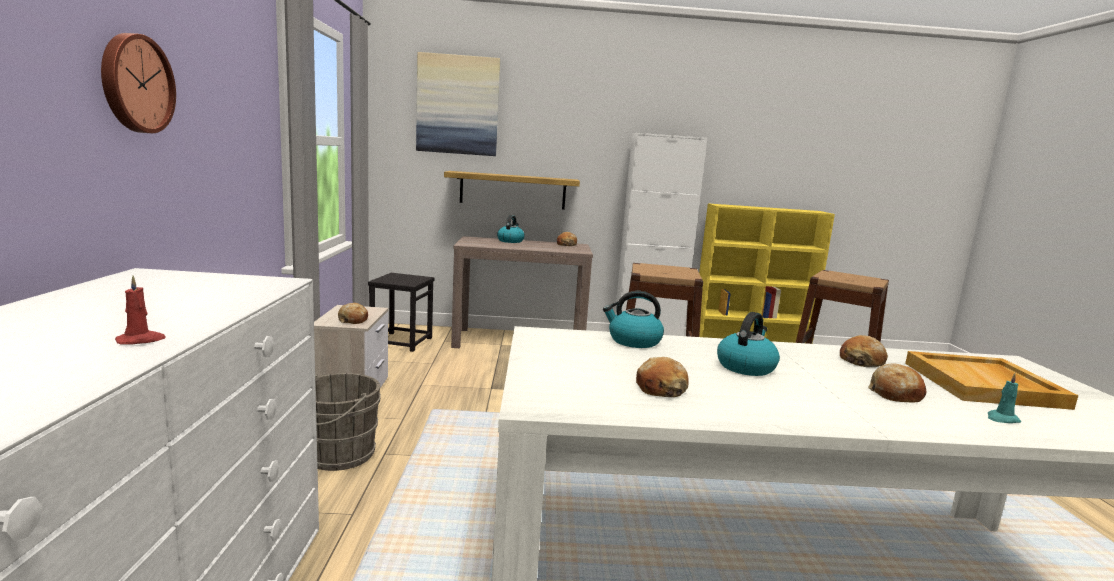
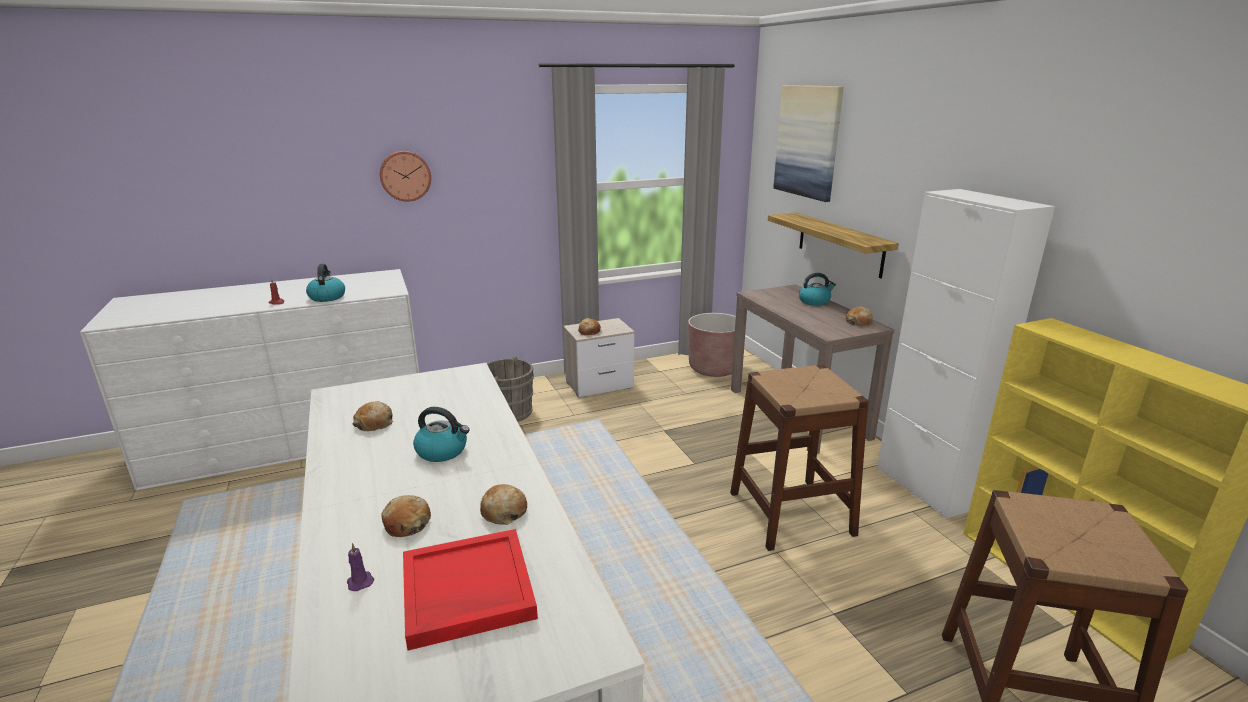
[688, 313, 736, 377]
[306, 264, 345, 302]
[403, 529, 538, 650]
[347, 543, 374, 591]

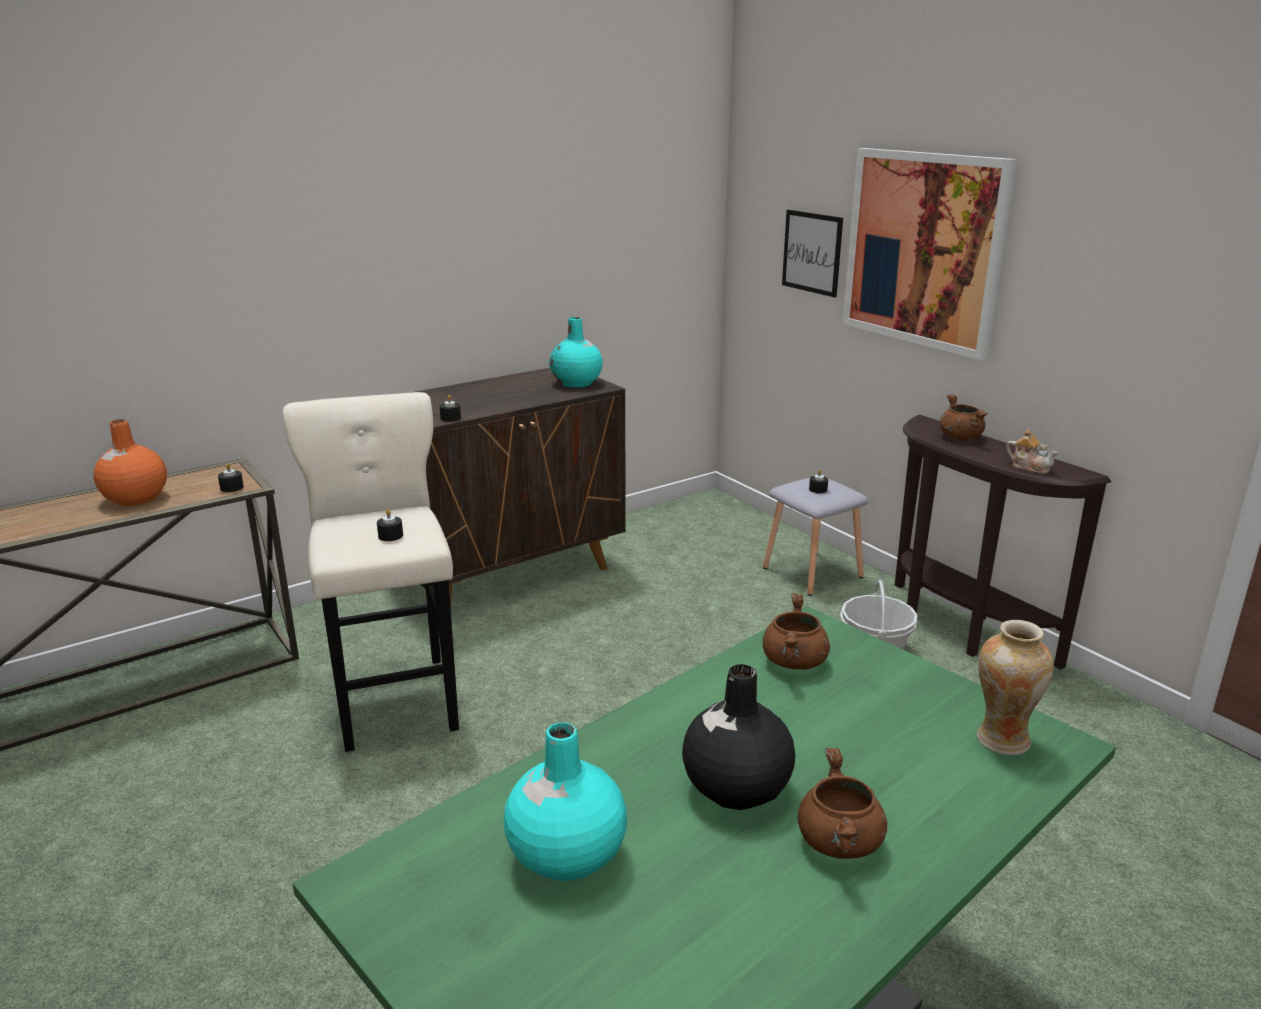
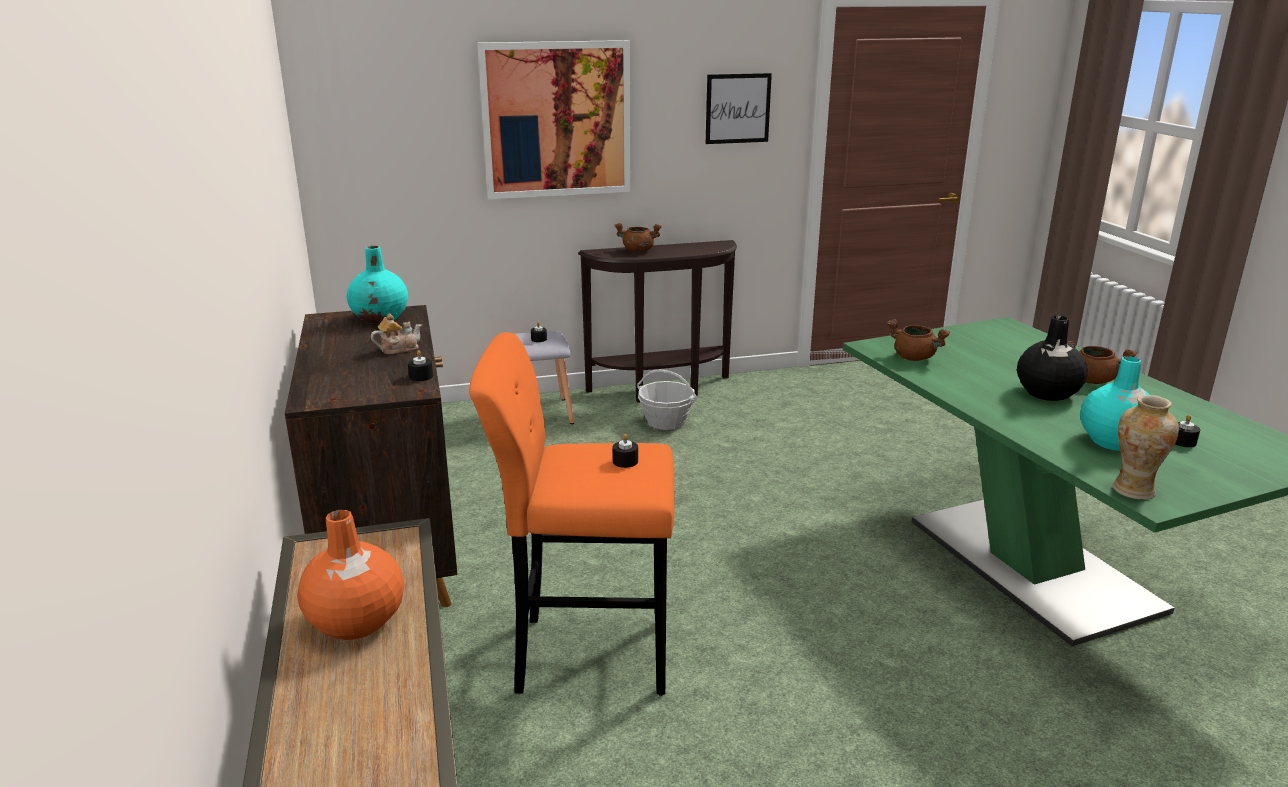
[1175, 415, 1200, 447]
[469, 332, 674, 696]
[706, 73, 772, 144]
[1113, 395, 1179, 500]
[371, 314, 422, 354]

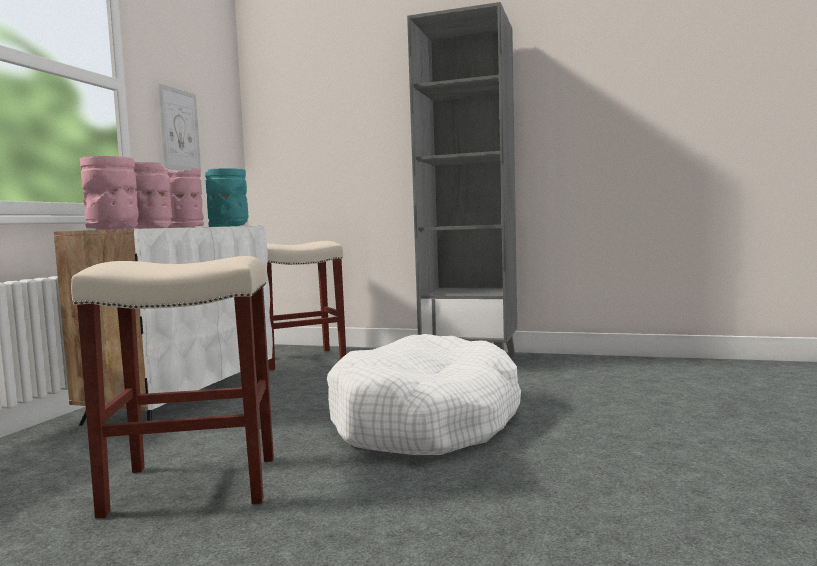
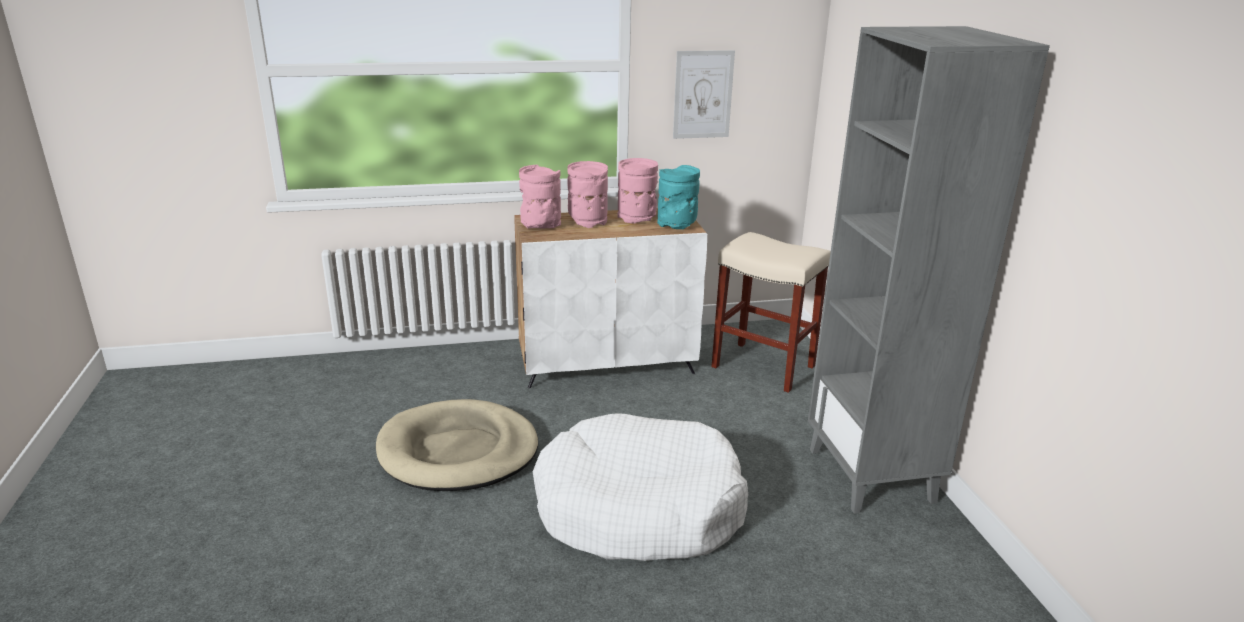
[376, 399, 538, 491]

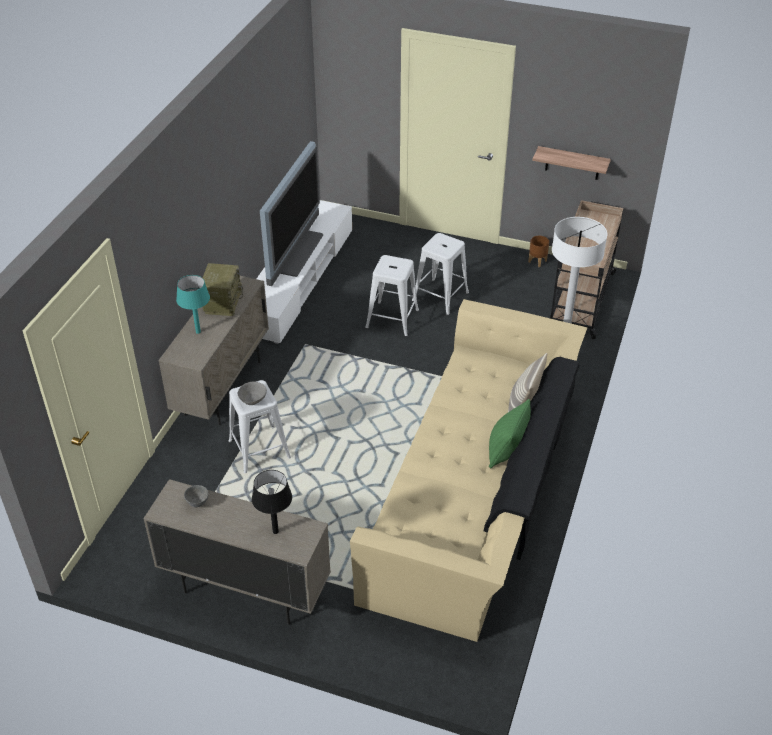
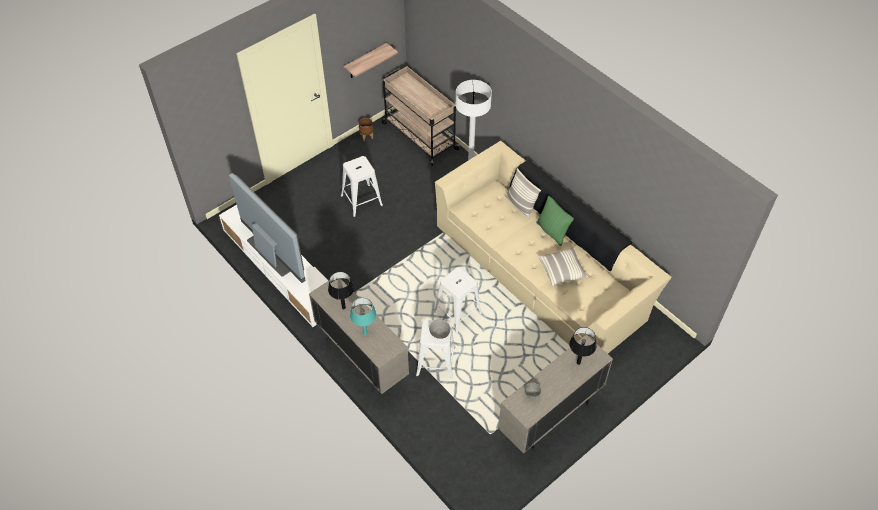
[328, 272, 354, 310]
[433, 267, 482, 333]
[538, 248, 588, 286]

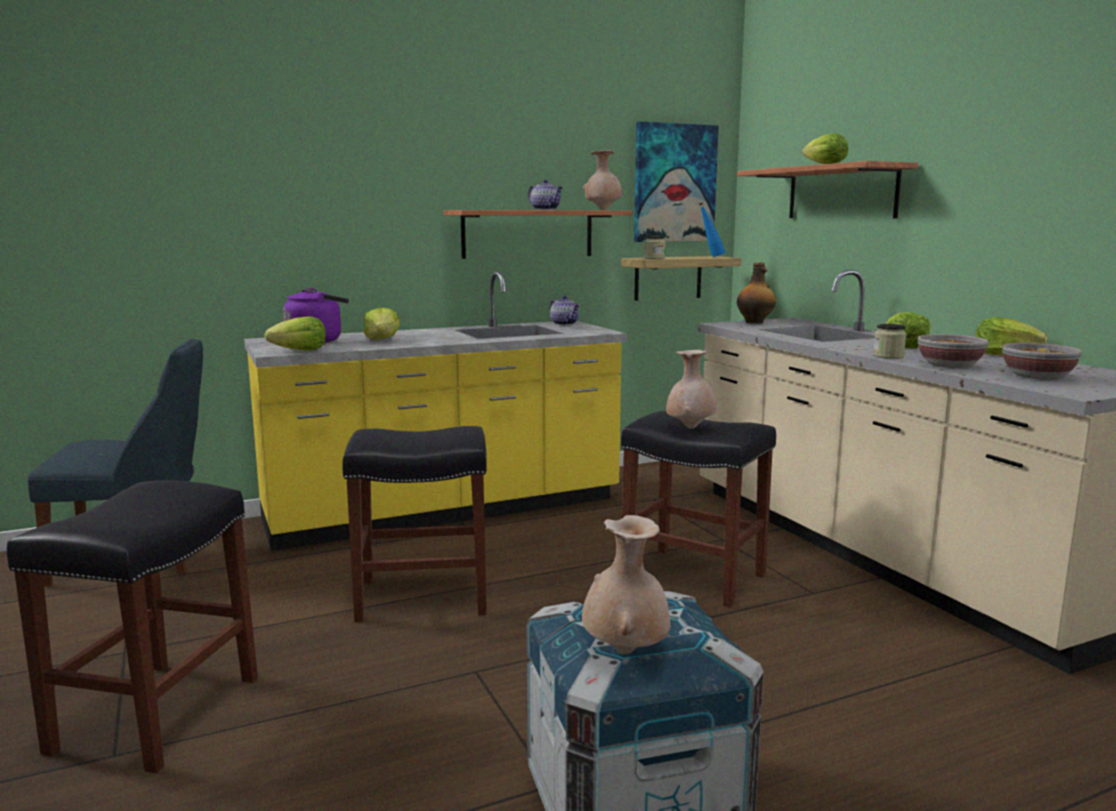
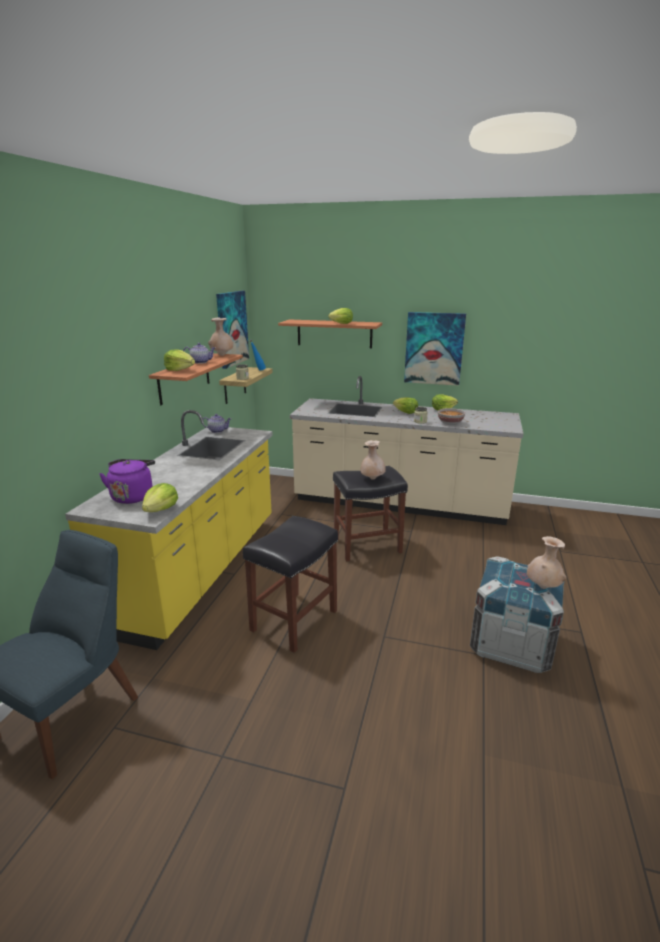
[7, 480, 258, 773] (first image)
[164, 349, 195, 371]
[737, 262, 776, 324] (first image)
[1003, 343, 1082, 380] (first image)
[404, 312, 466, 386]

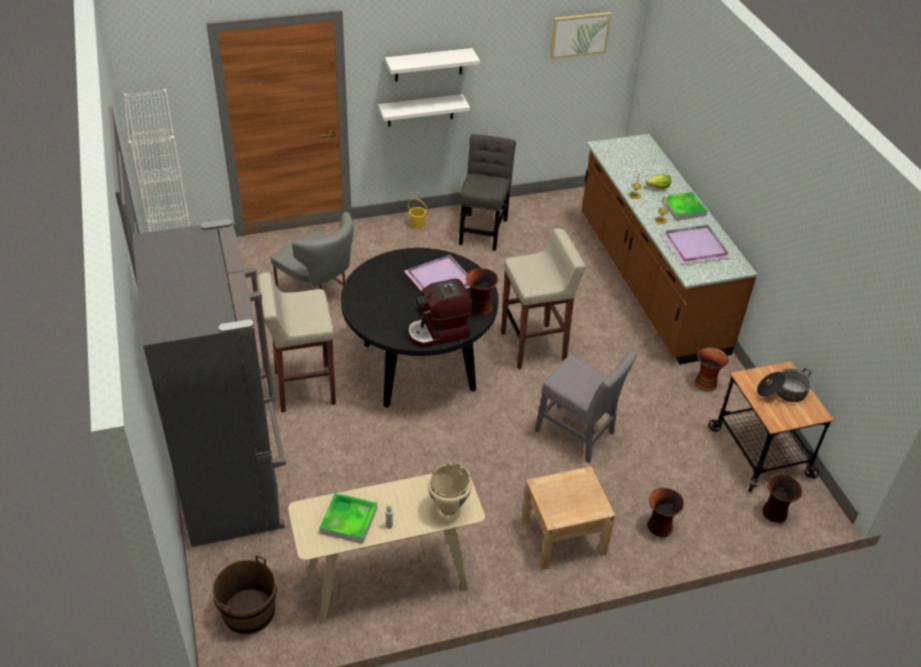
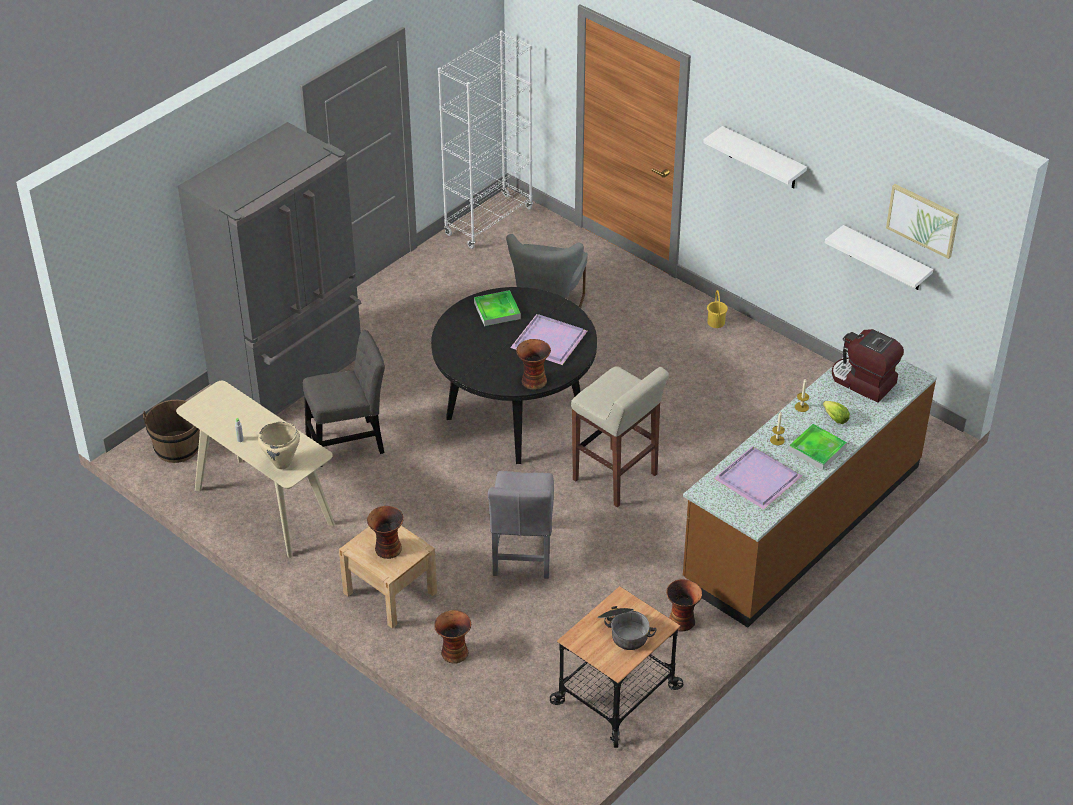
[258, 272, 336, 412] (first image)
[474, 290, 521, 326]
[825, 225, 933, 290]
[832, 329, 904, 403]
[303, 330, 385, 467]
[367, 506, 404, 559]

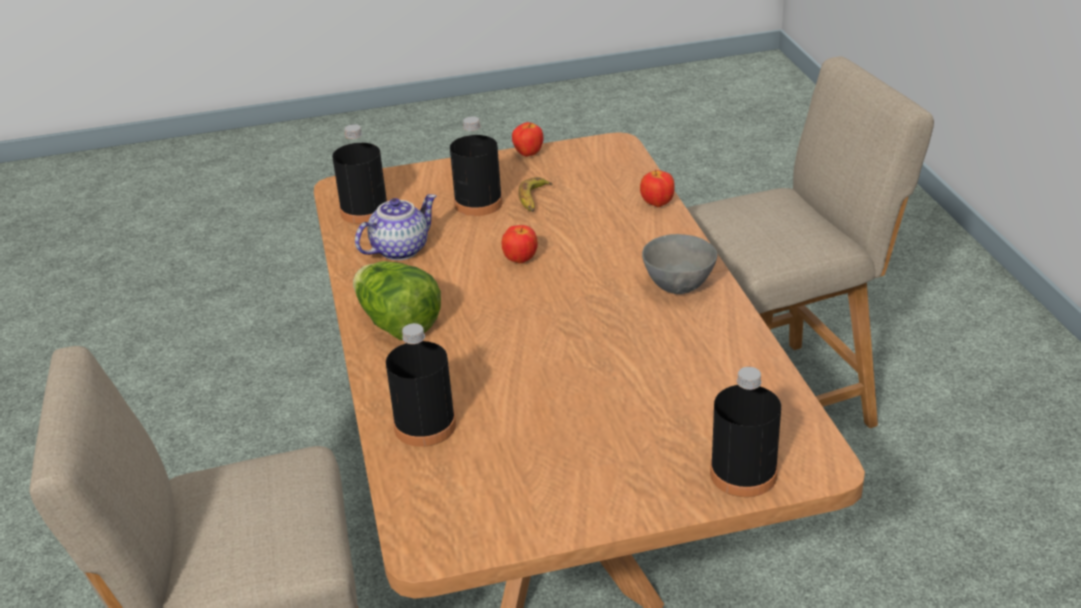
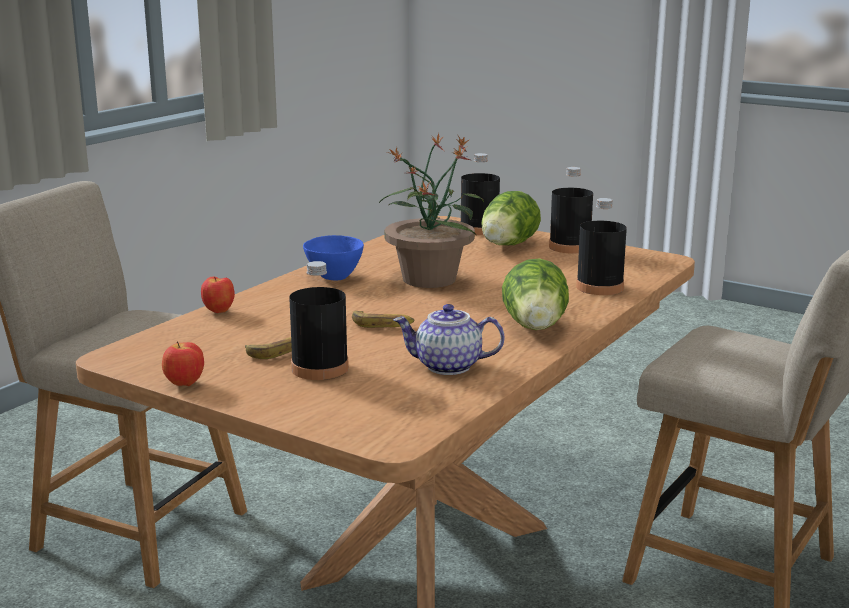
[549, 167, 593, 253]
[352, 311, 414, 328]
[303, 235, 364, 280]
[378, 133, 484, 288]
[481, 191, 541, 245]

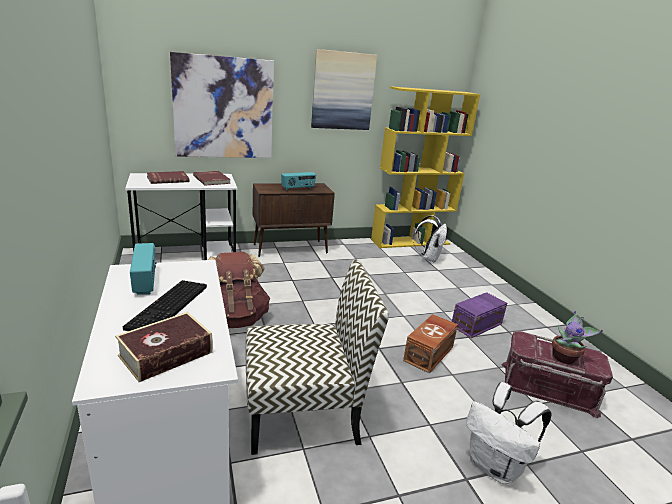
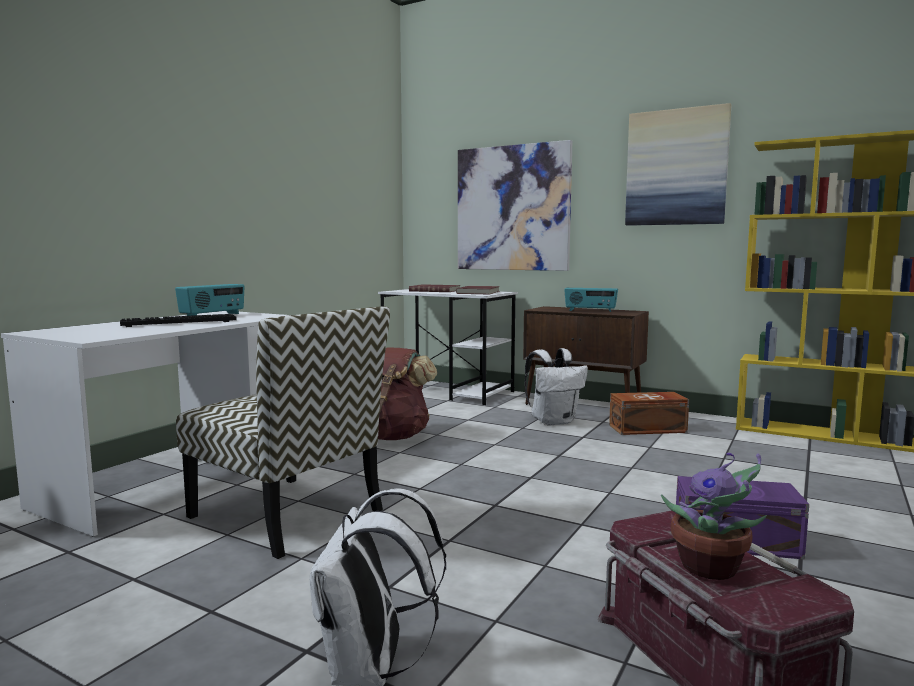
[115, 312, 213, 382] (first image)
[609, 392, 689, 435]
[525, 348, 588, 426]

